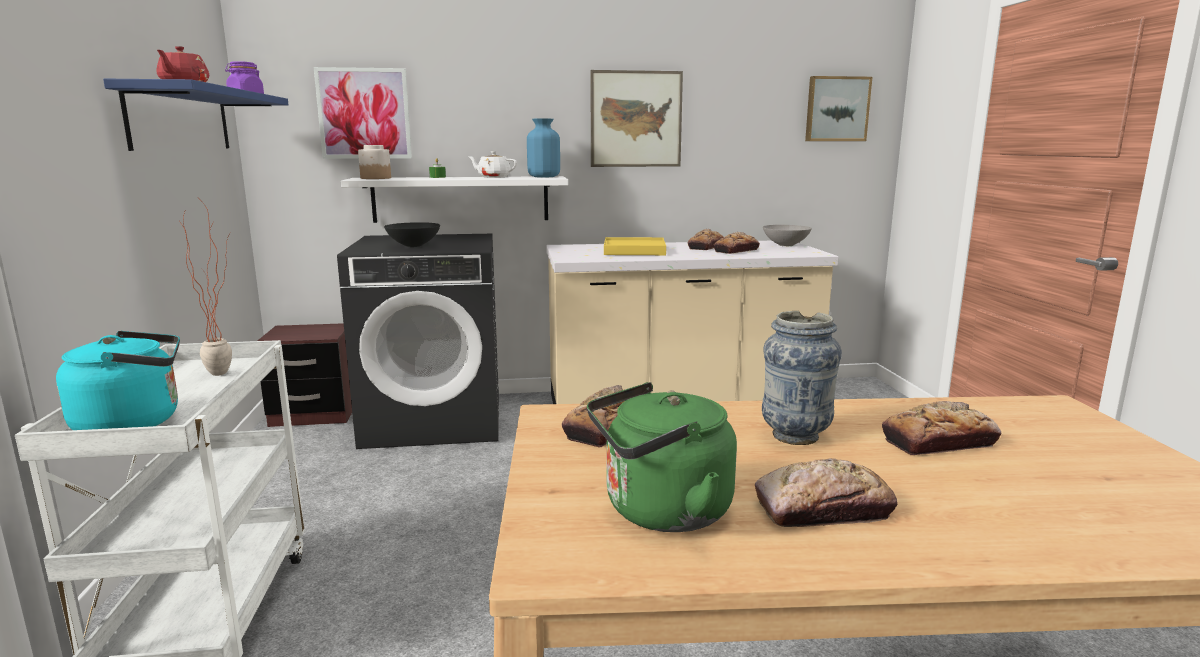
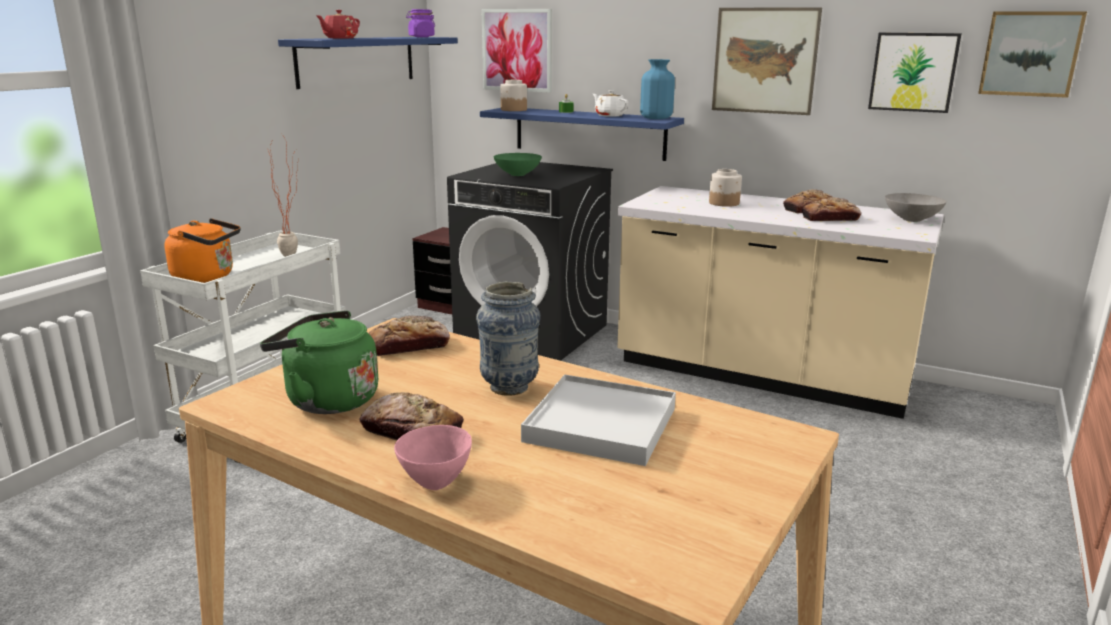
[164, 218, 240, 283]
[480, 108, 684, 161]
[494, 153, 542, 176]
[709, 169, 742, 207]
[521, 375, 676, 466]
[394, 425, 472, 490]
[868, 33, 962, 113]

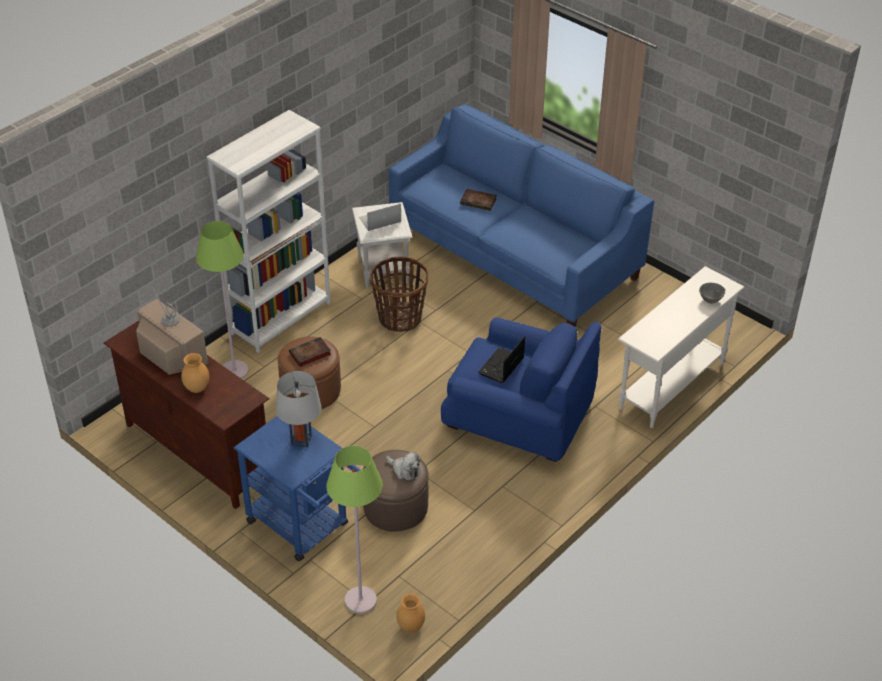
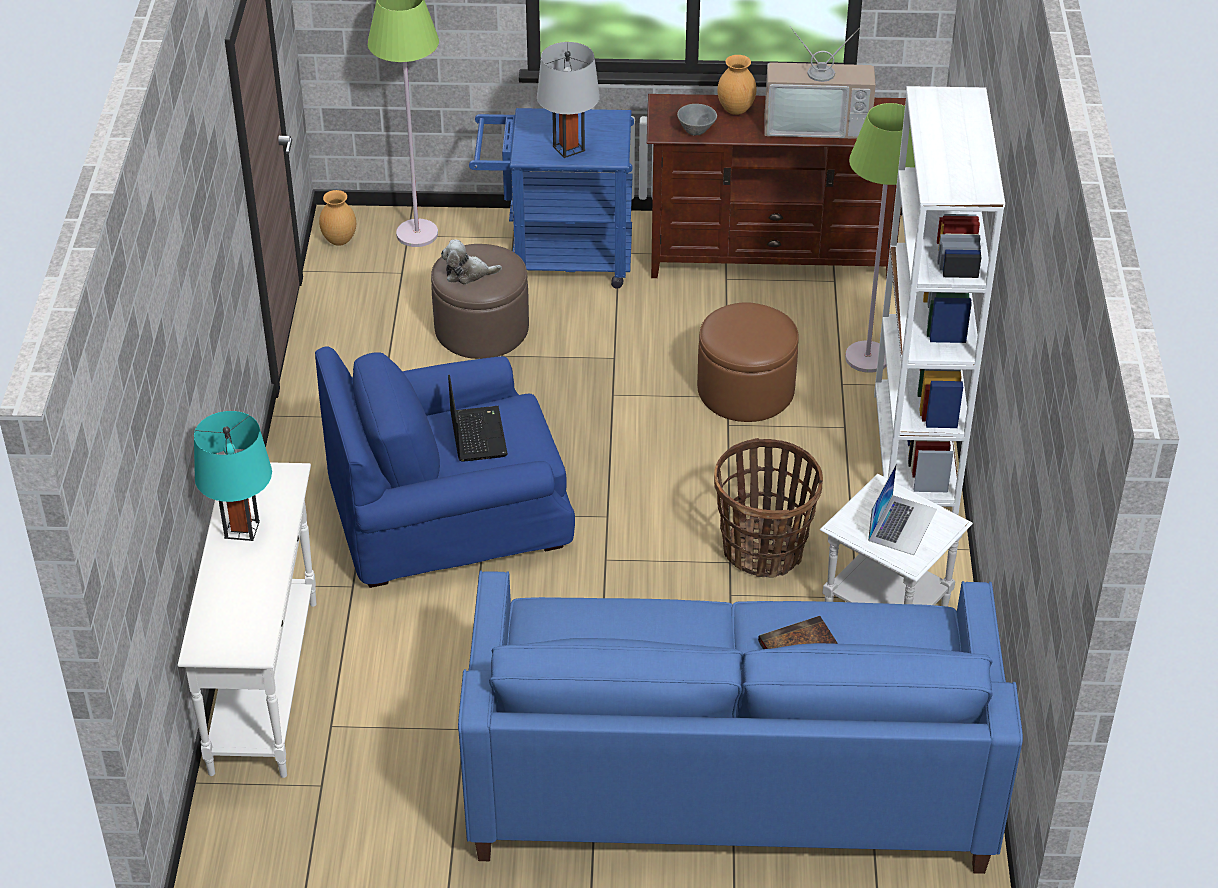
[289, 337, 331, 367] (first image)
[677, 104, 717, 135]
[194, 411, 272, 541]

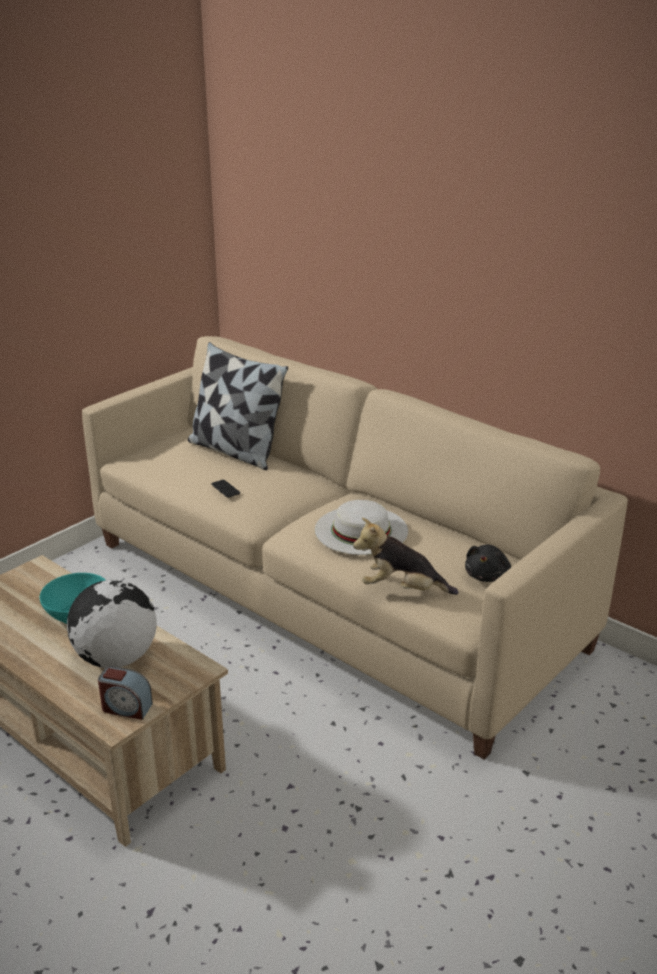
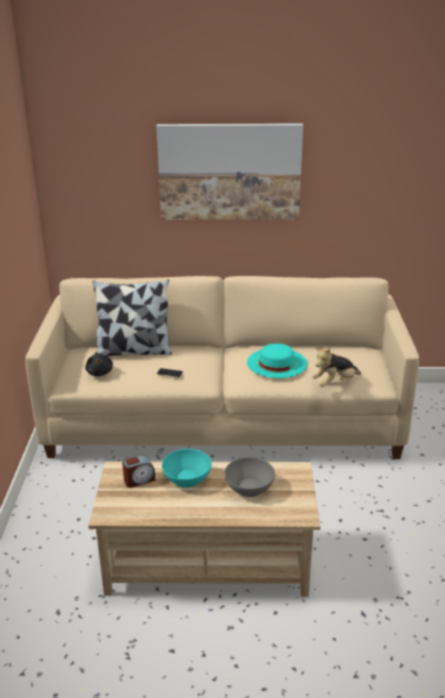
[225, 457, 275, 497]
[122, 455, 156, 488]
[247, 344, 307, 378]
[85, 354, 113, 376]
[157, 123, 303, 220]

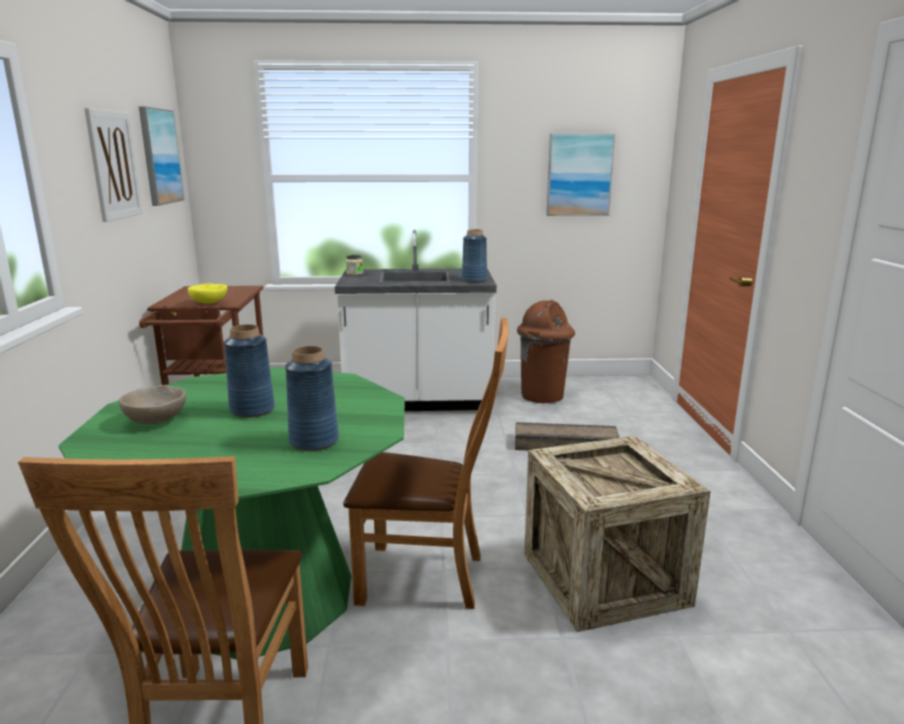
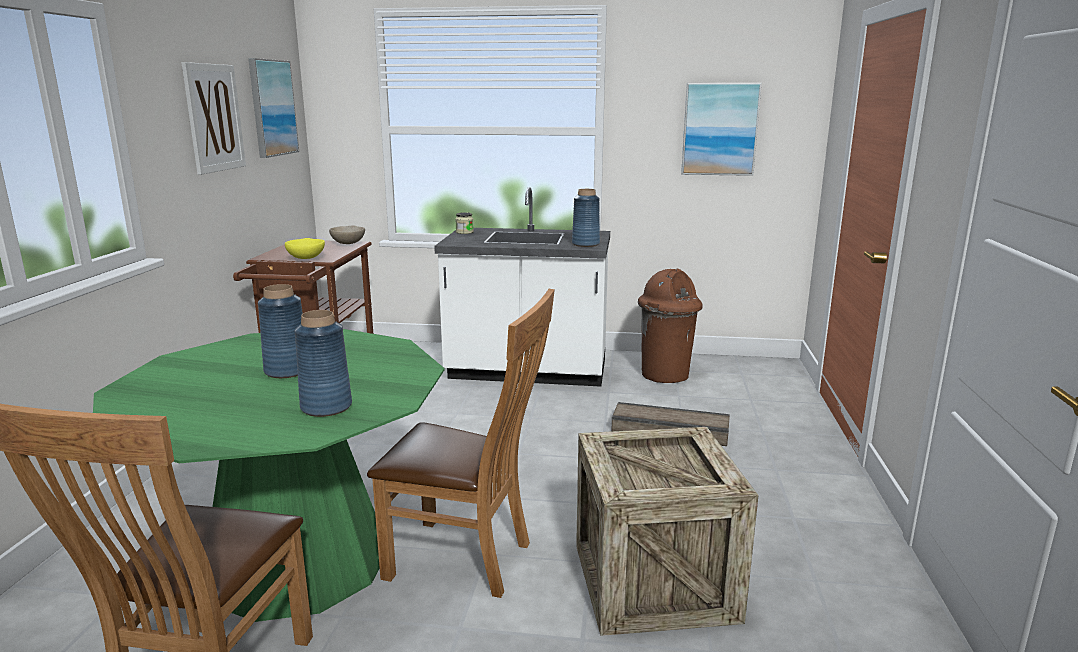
[329, 225, 365, 244]

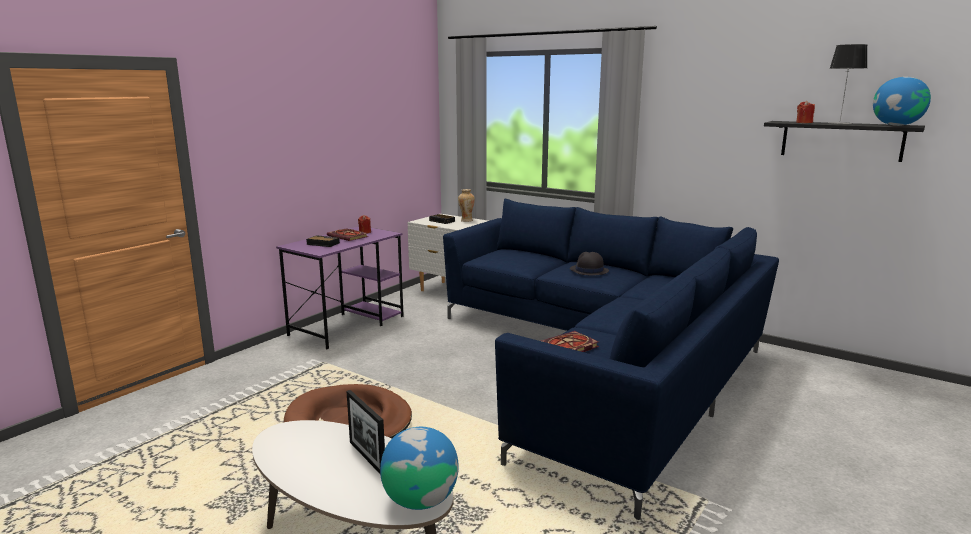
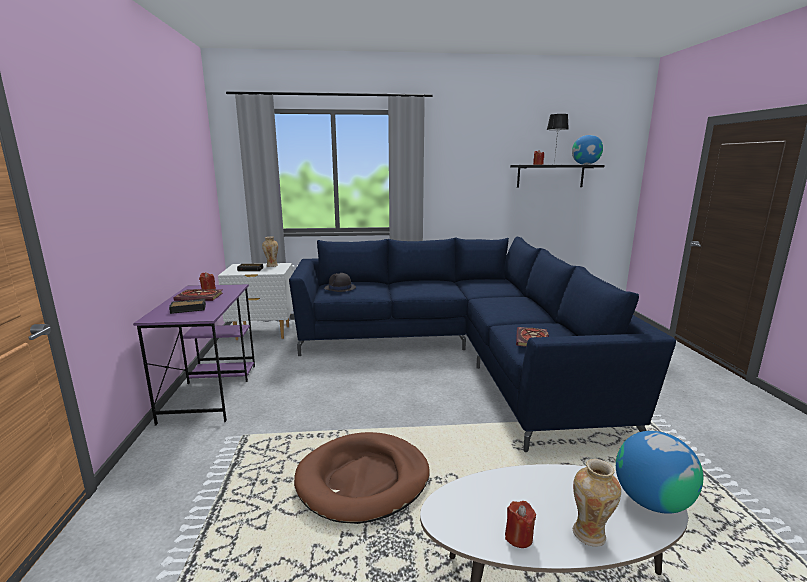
[346, 390, 385, 474] (first image)
[324, 273, 356, 292]
[505, 501, 536, 548]
[573, 459, 621, 547]

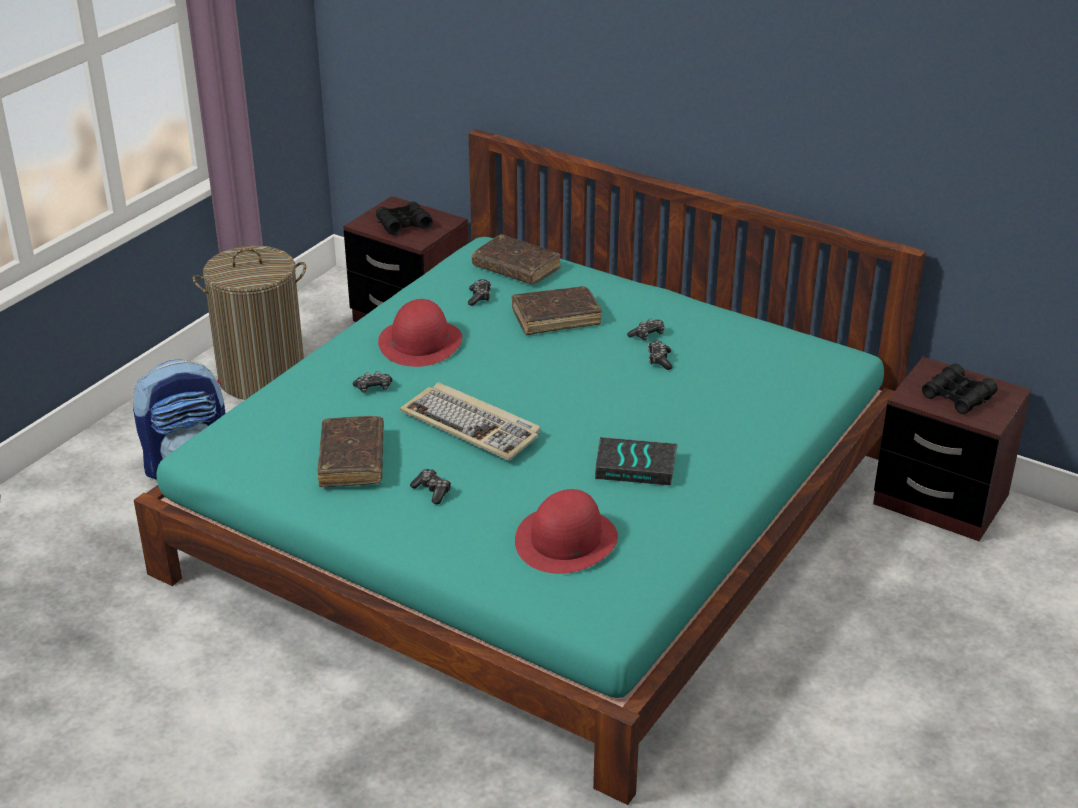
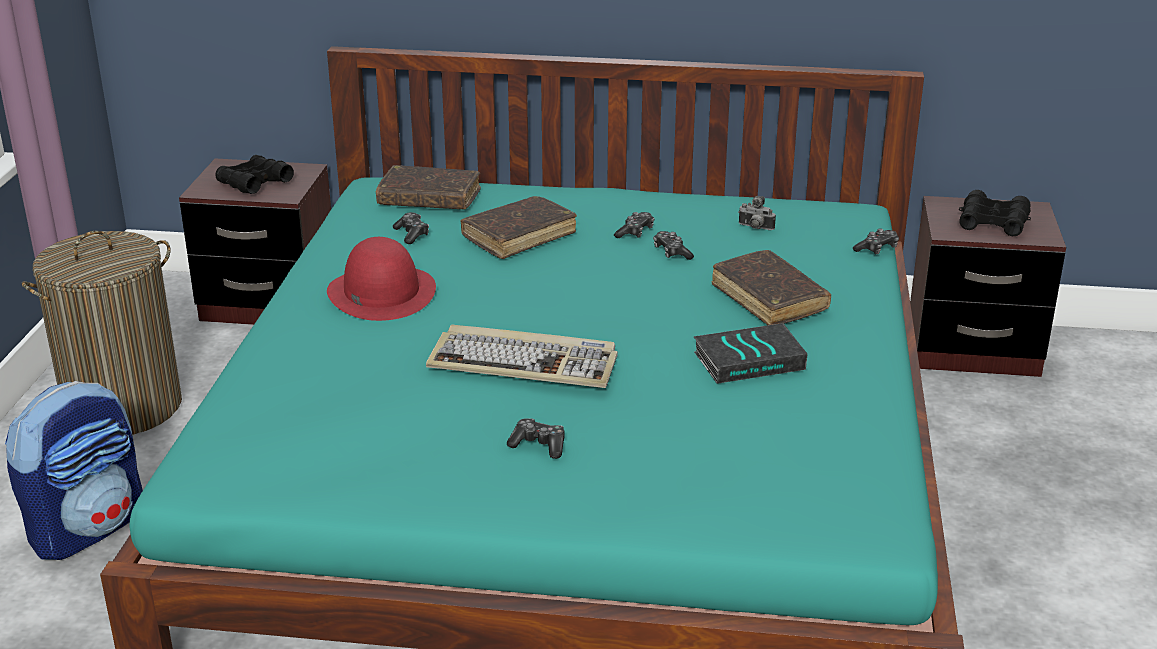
[712, 250, 831, 325]
[853, 228, 899, 254]
[515, 489, 618, 574] (first image)
[738, 196, 776, 230]

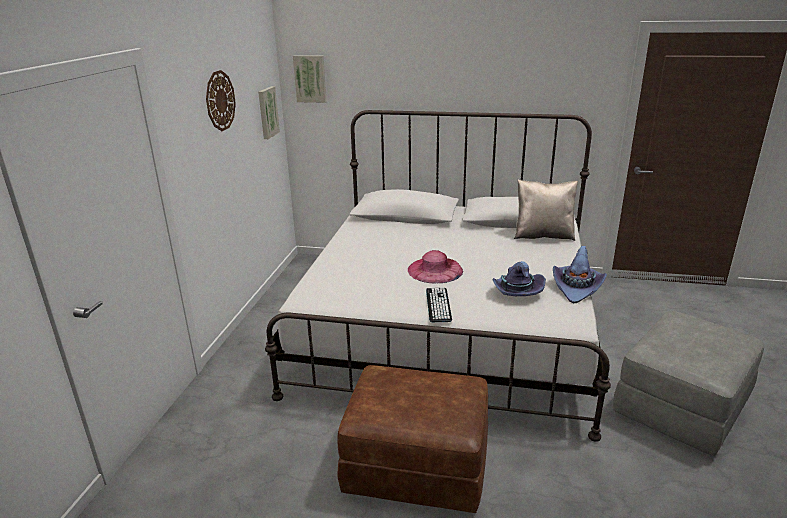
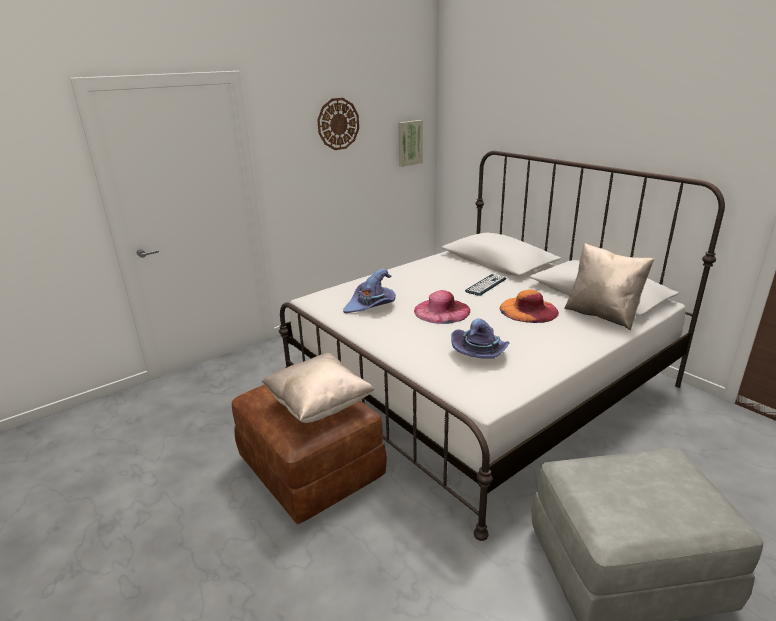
[293, 55, 327, 103] (first image)
[465, 274, 506, 296]
[343, 269, 396, 313]
[261, 353, 374, 423]
[500, 289, 559, 323]

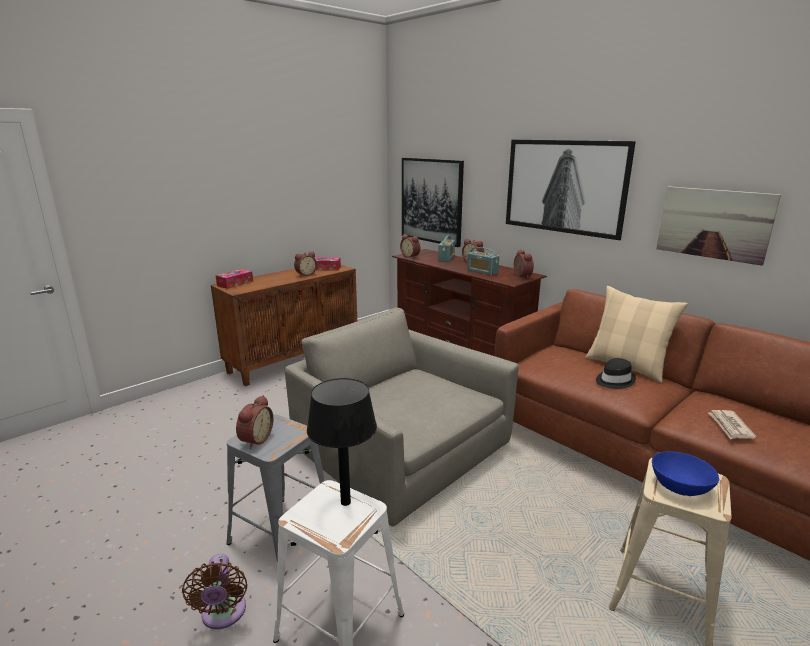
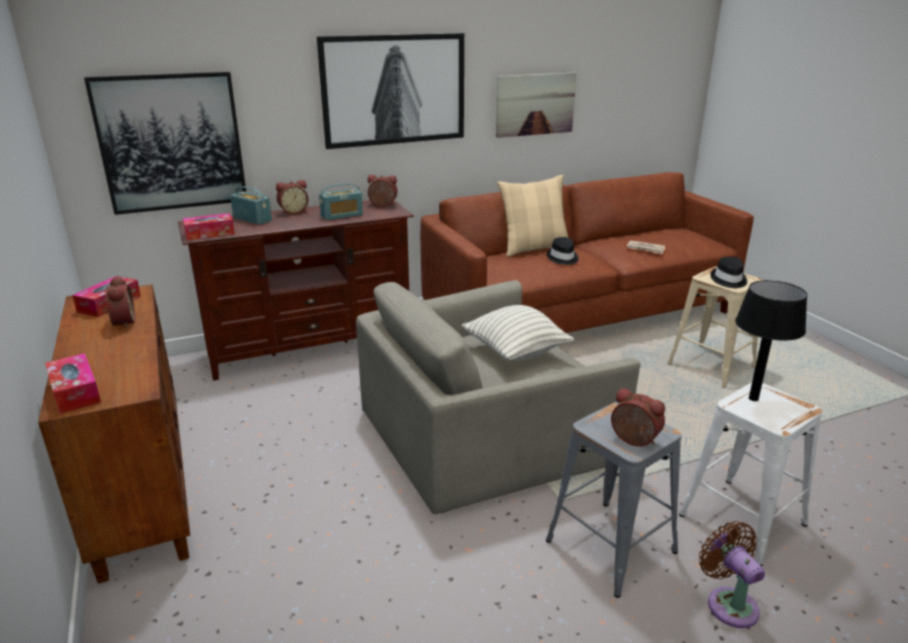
[699, 521, 765, 628]
[183, 213, 235, 240]
[710, 257, 747, 288]
[462, 305, 574, 361]

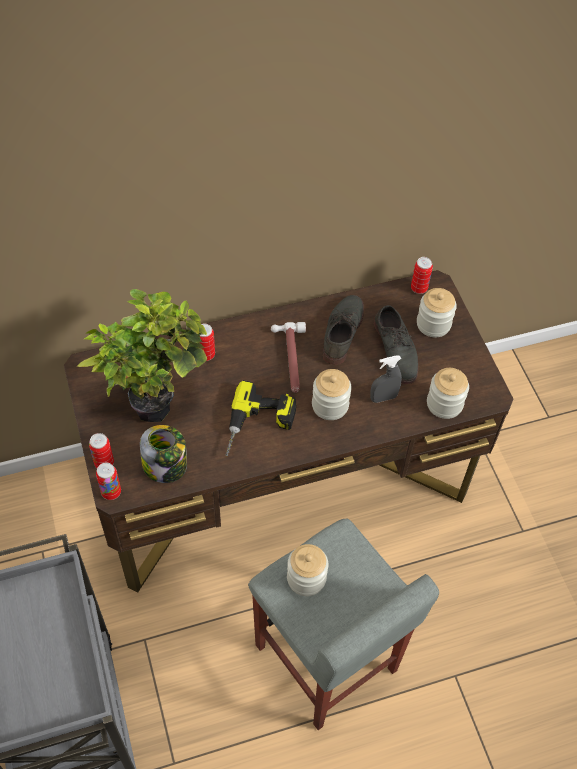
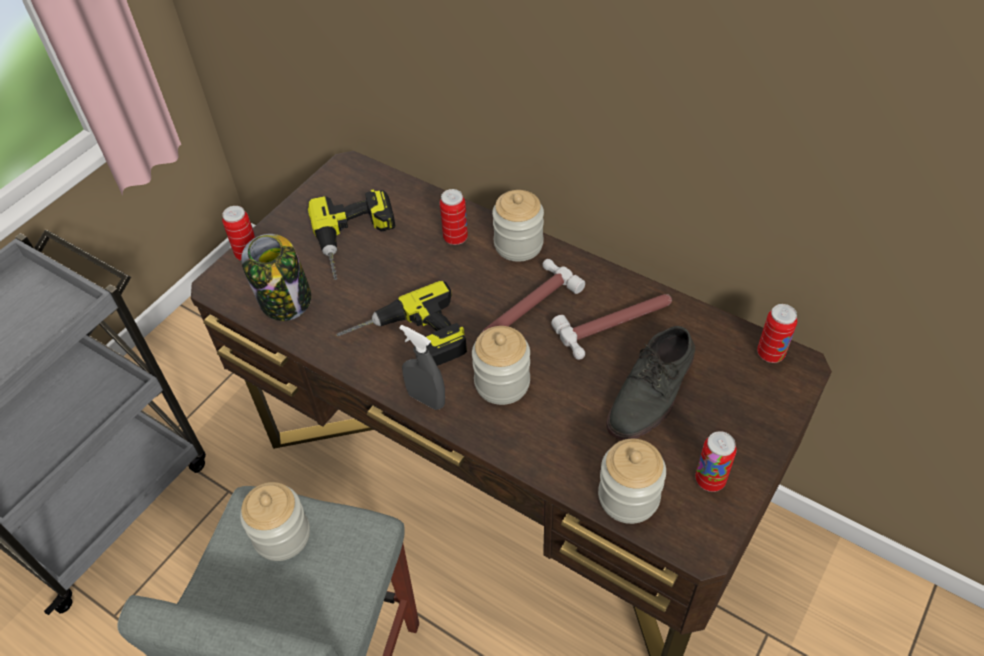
[308, 189, 395, 280]
[695, 431, 737, 492]
[551, 294, 672, 360]
[400, 325, 445, 410]
[492, 190, 544, 262]

